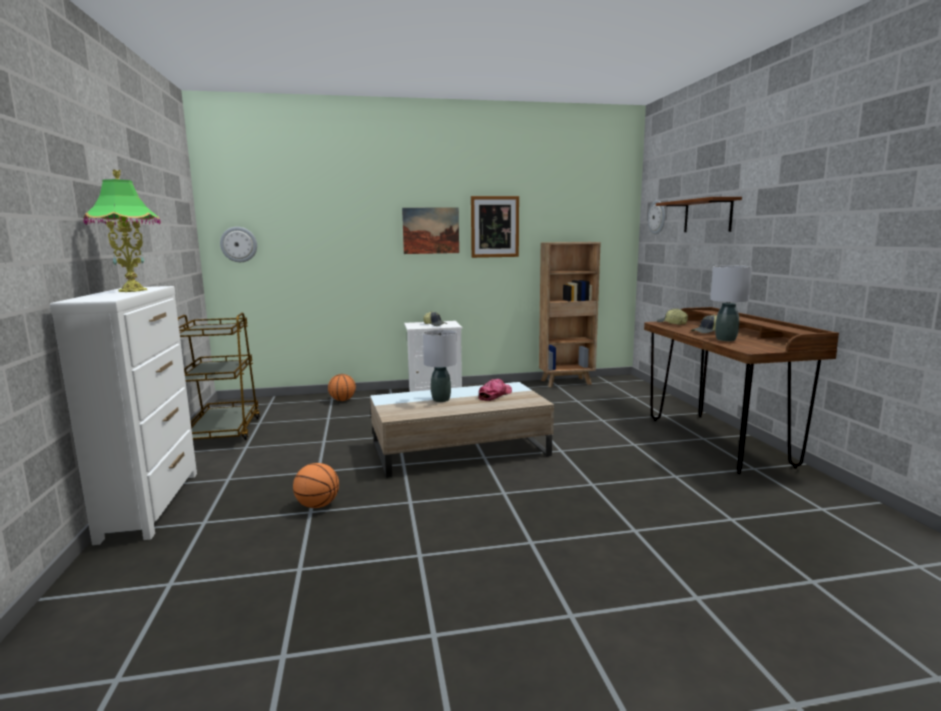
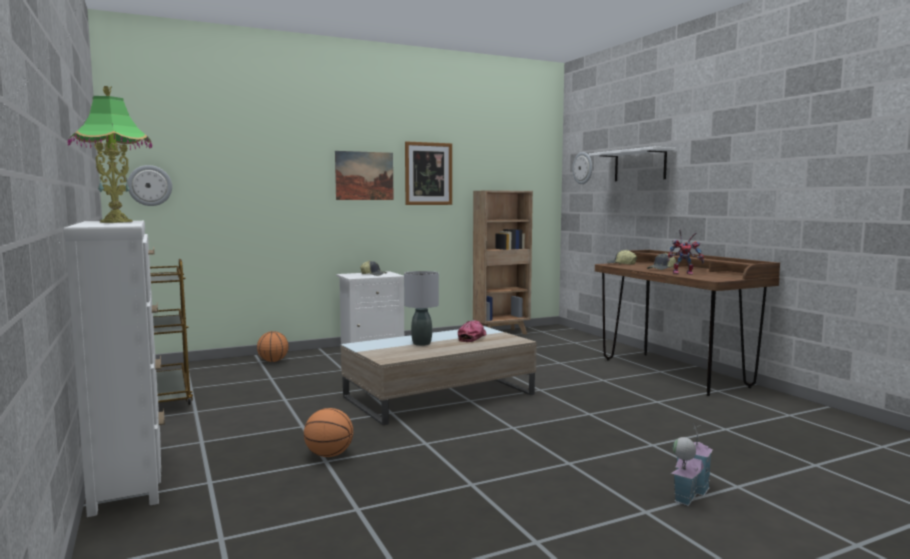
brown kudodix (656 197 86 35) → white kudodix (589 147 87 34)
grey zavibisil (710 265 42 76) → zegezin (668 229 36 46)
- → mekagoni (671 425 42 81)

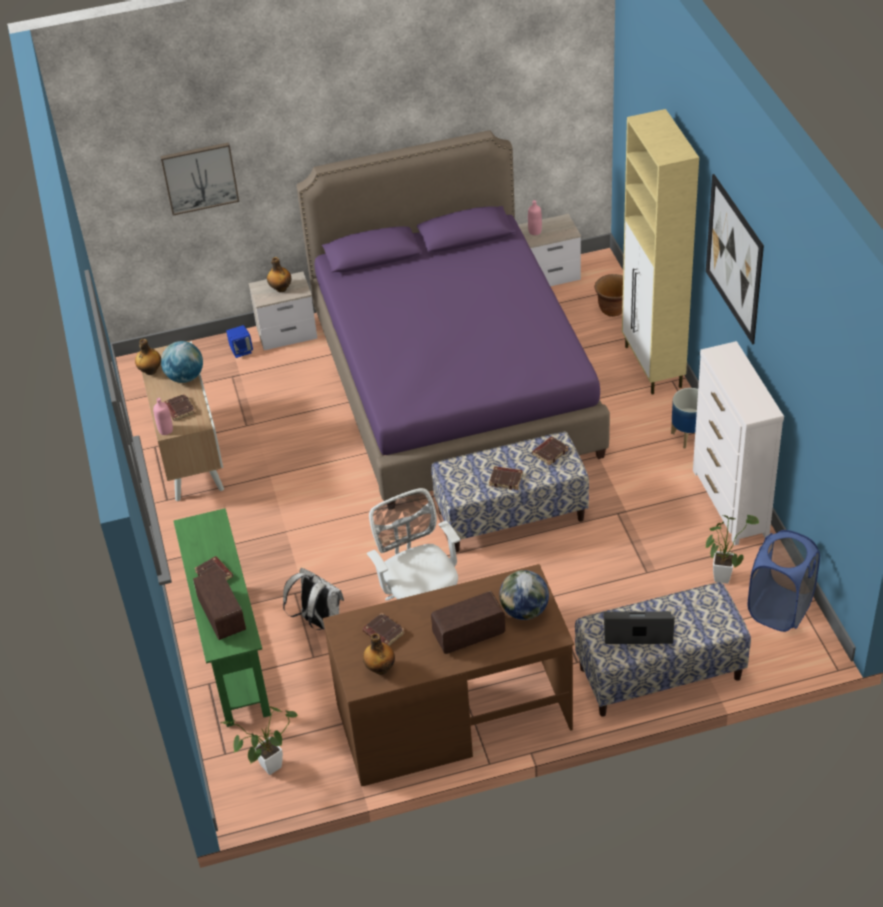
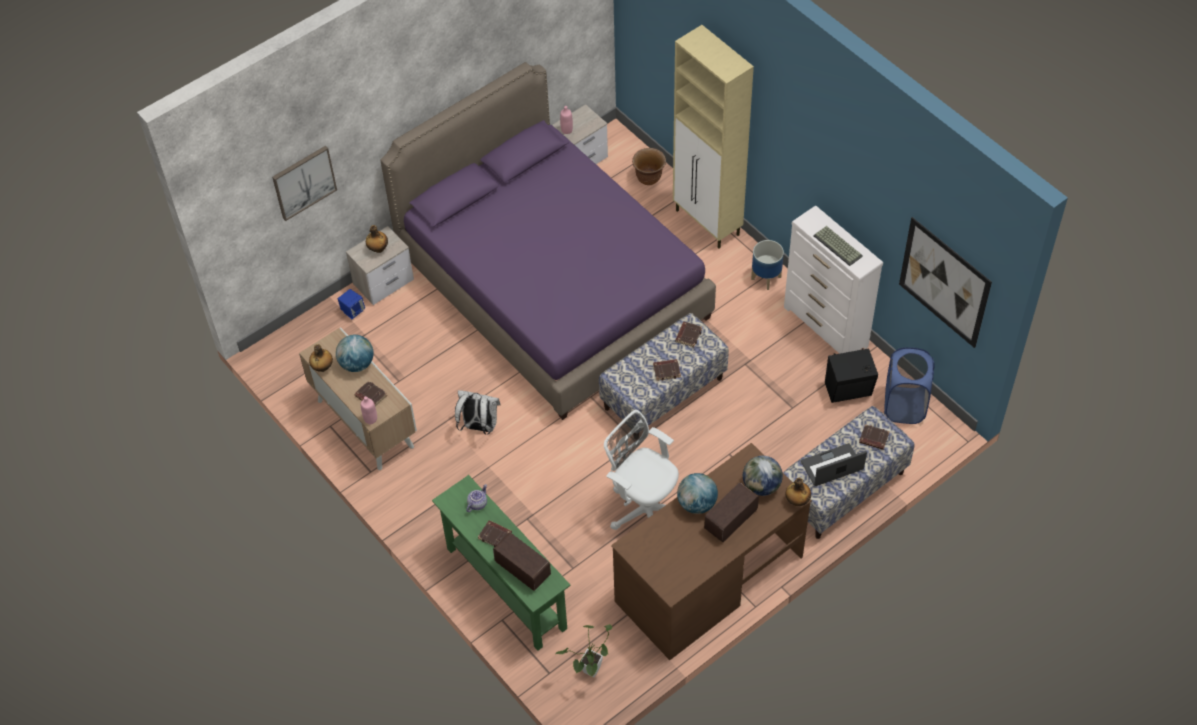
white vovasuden (283 568 61 62) → white vovasuden (455 390 45 45), relocated
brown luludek (362 613 43 33) → brown luludek (859 424 31 26), relocated
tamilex (363 633 32 42) → tamilex (786 478 25 28), relocated
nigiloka (705 515 54 69) → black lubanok (825 348 53 55)
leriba (706 174 58 171) → leriba (899 217 93 131), relocated
- → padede (466 484 21 28)
- → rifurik (677 473 41 41)
- → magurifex (813 226 50 40)

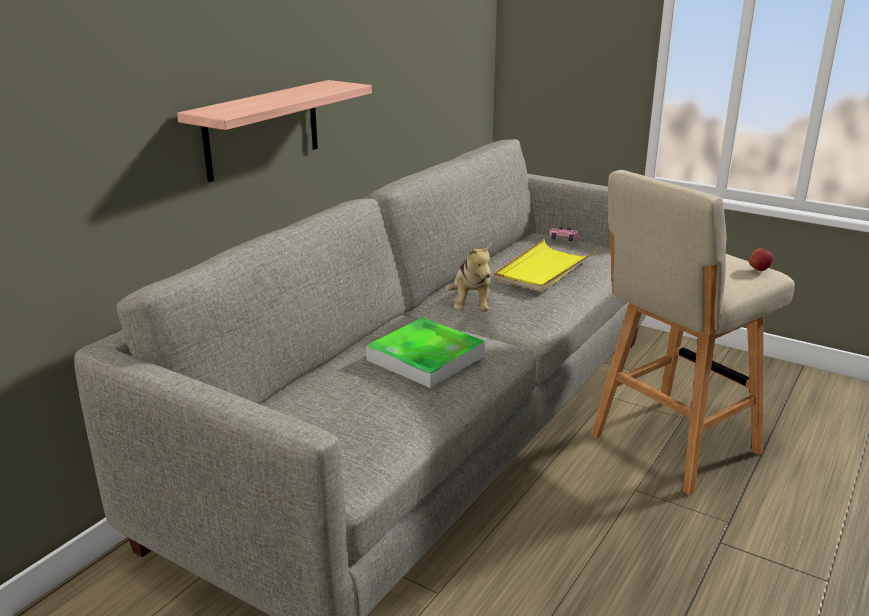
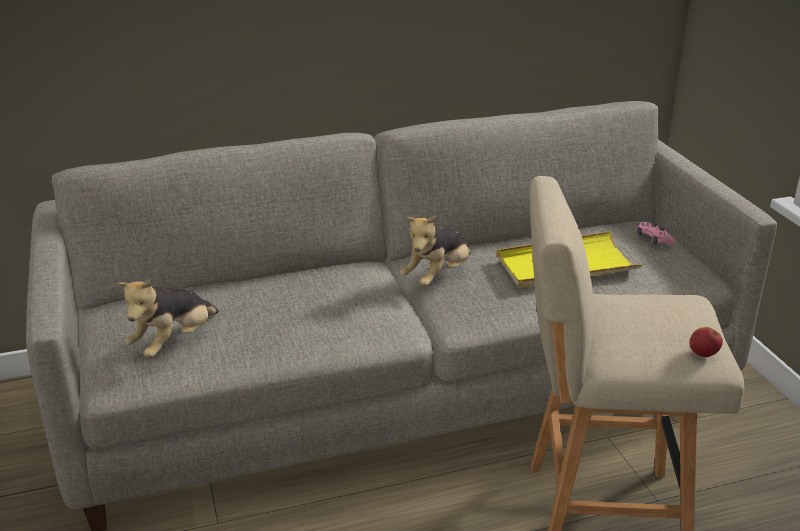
kudodix (177 80 195 102) → -
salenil (366 318 120 70) → -
- → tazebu (117 279 102 79)

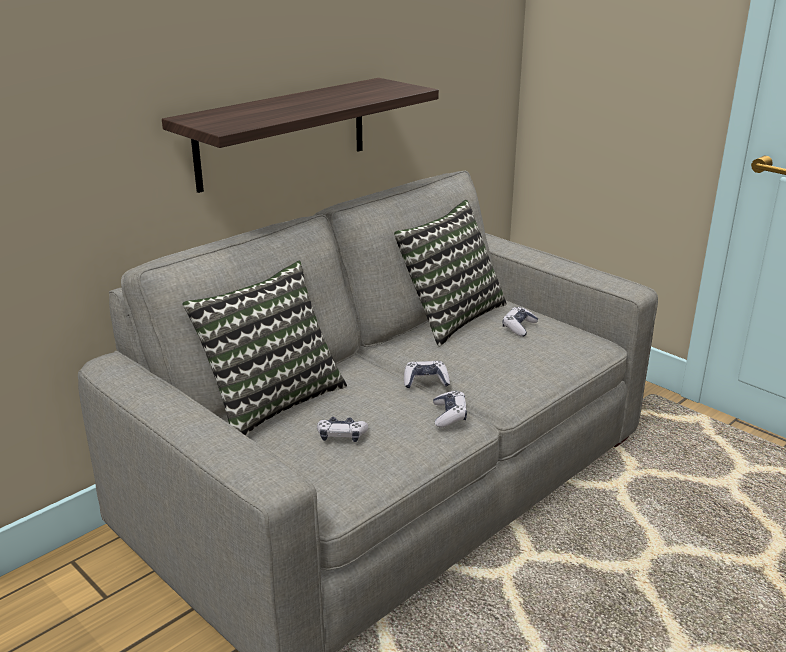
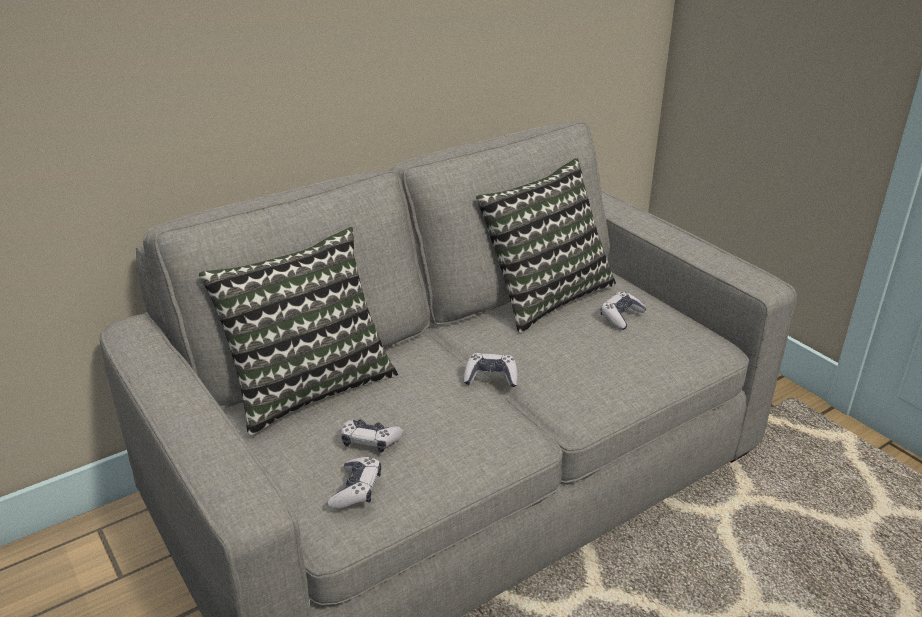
kudodix (162 78 277 115) → -
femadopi (433 390 34 37) → femadopi (328 457 53 52), relocated

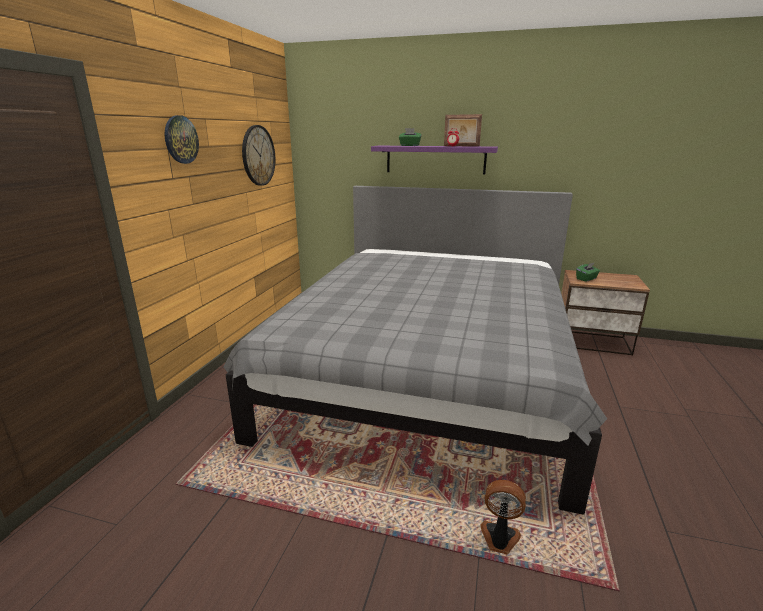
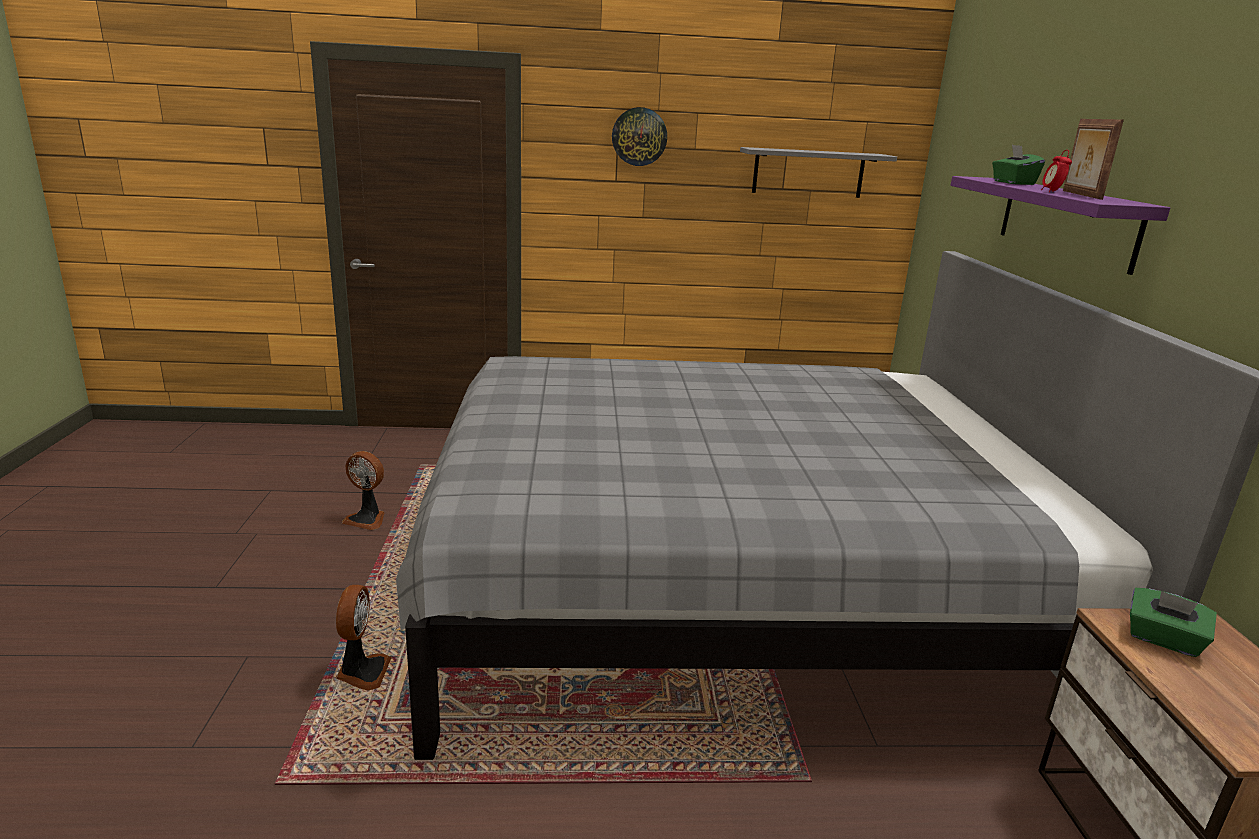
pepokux (242 125 33 61) → grey kudodix (740 147 157 51)
- → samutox (342 451 42 79)

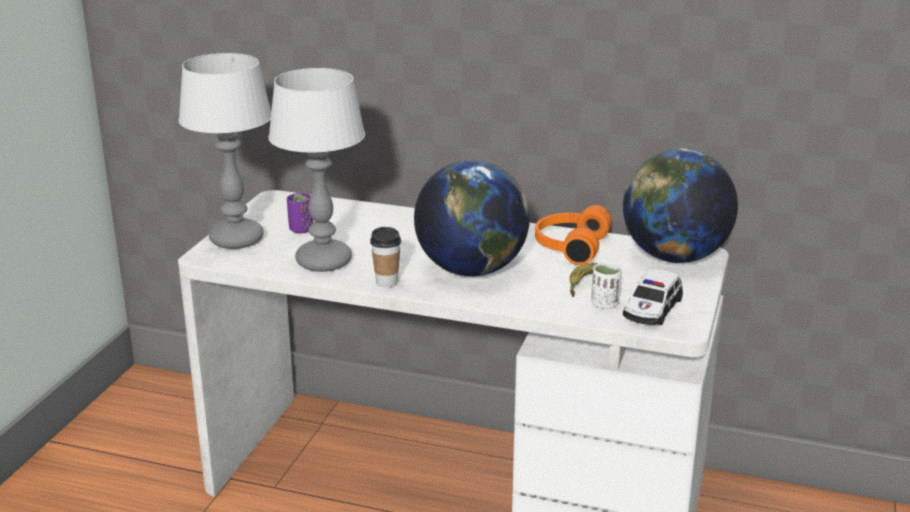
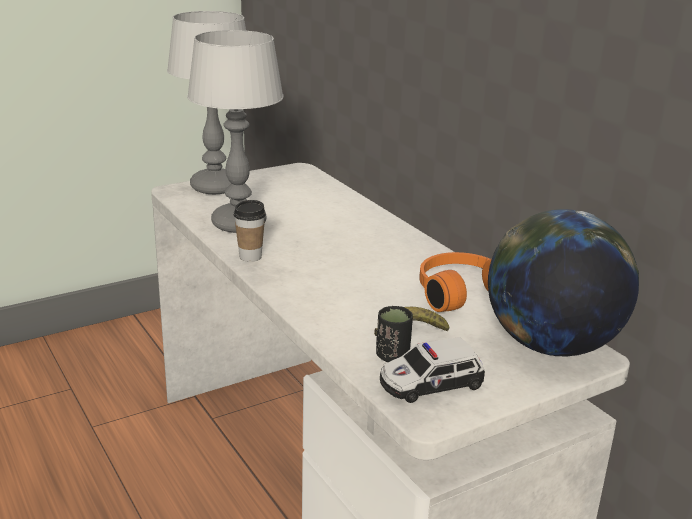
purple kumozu (287 193 26 41) → -
rifurik (414 160 116 116) → -
white kumozu (591 262 31 47) → black kumozu (376 306 37 56)

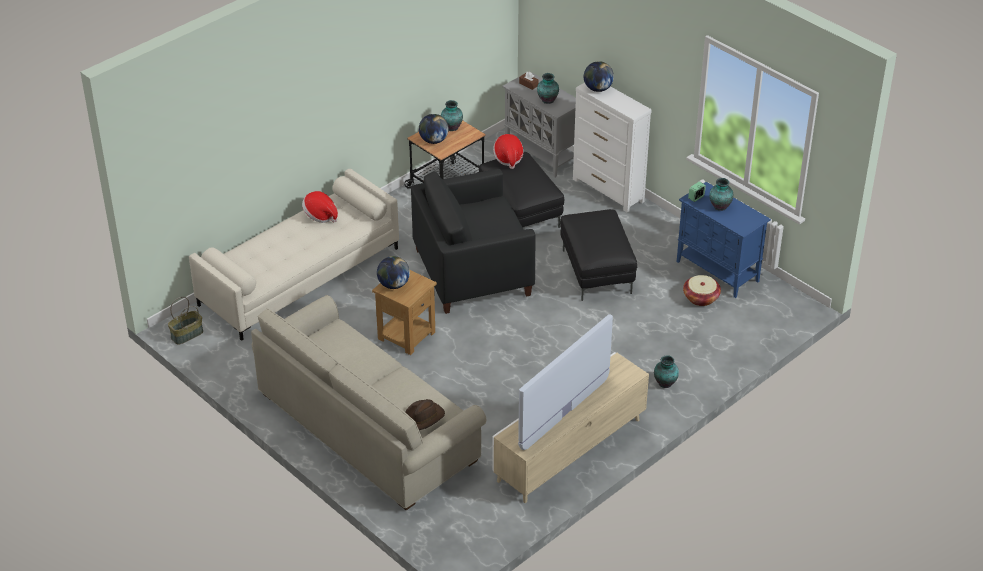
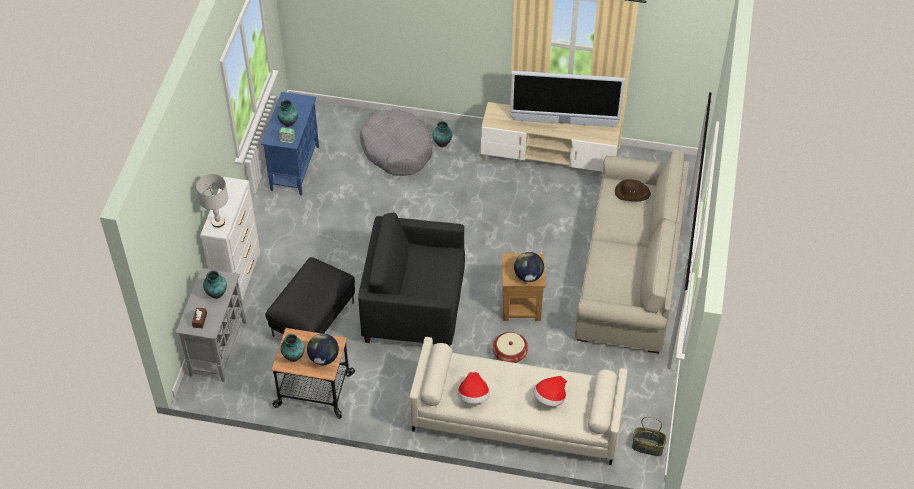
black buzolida (411 169 125 145) → black buzolida (358 213 107 133), 150 degrees clockwise
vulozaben (493 134 30 35) → vulozaben (533 376 34 30), relocated
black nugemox (560 209 77 92) → -
rifurik (584 61 30 31) → grey zavibisil (196 174 32 54)
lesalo (683 275 38 31) → lesalo (493 332 35 31), relocated
- → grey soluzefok (360 109 72 67)

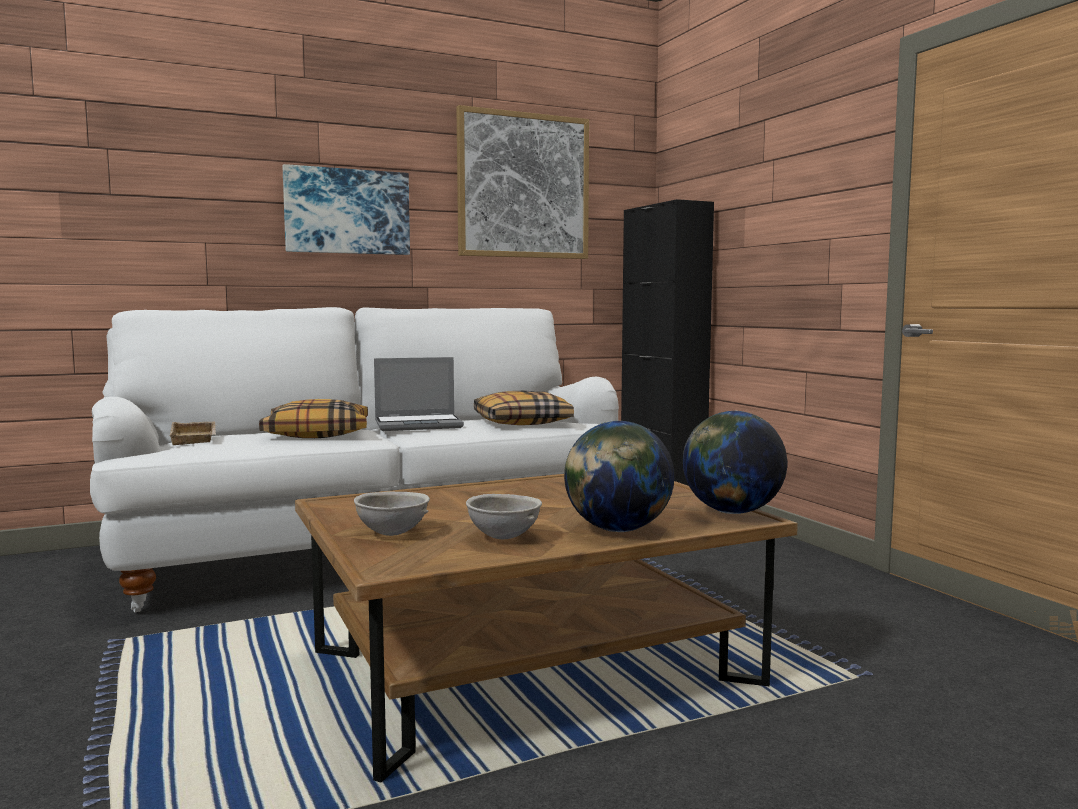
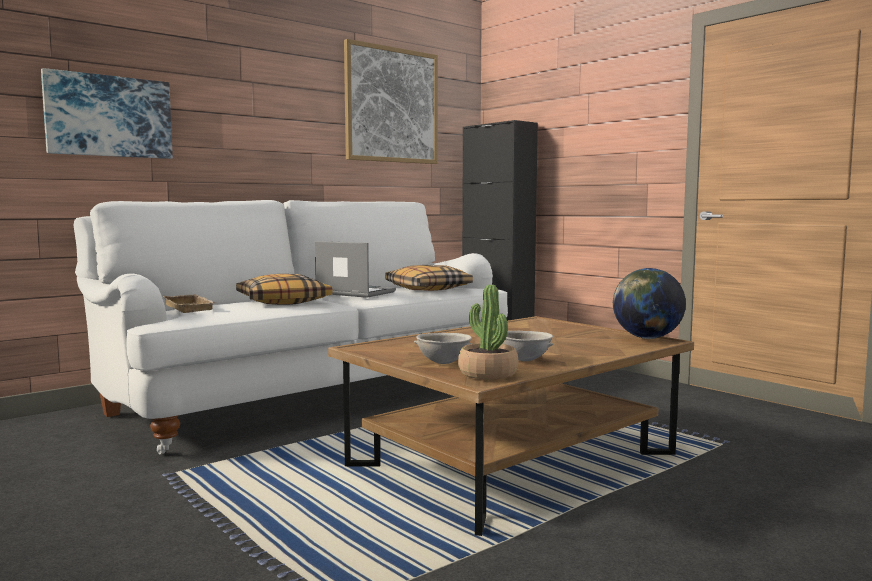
leriba (283 164 127 91) → leriba (41 68 132 91), relocated
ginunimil (374 357 90 74) → ginunimil (315 241 81 57), 120 degrees counterclockwise
rifurik (564 421 110 111) → -
- → nigiloka (458 285 60 94)

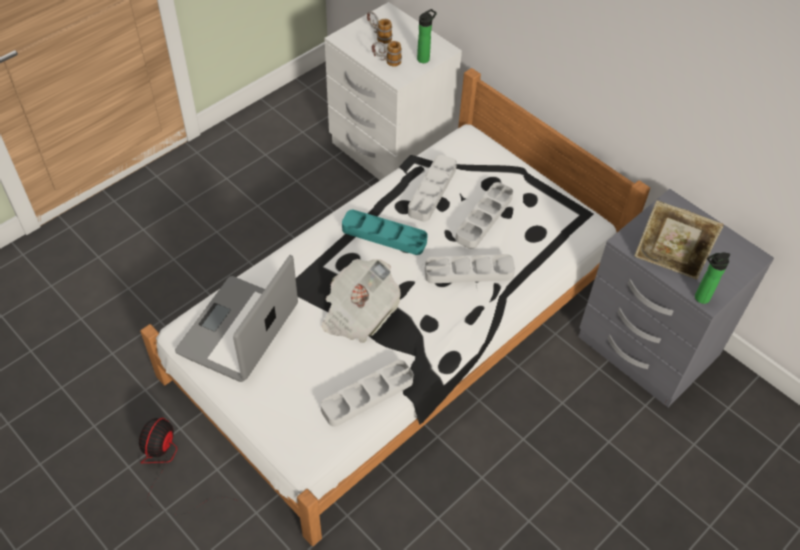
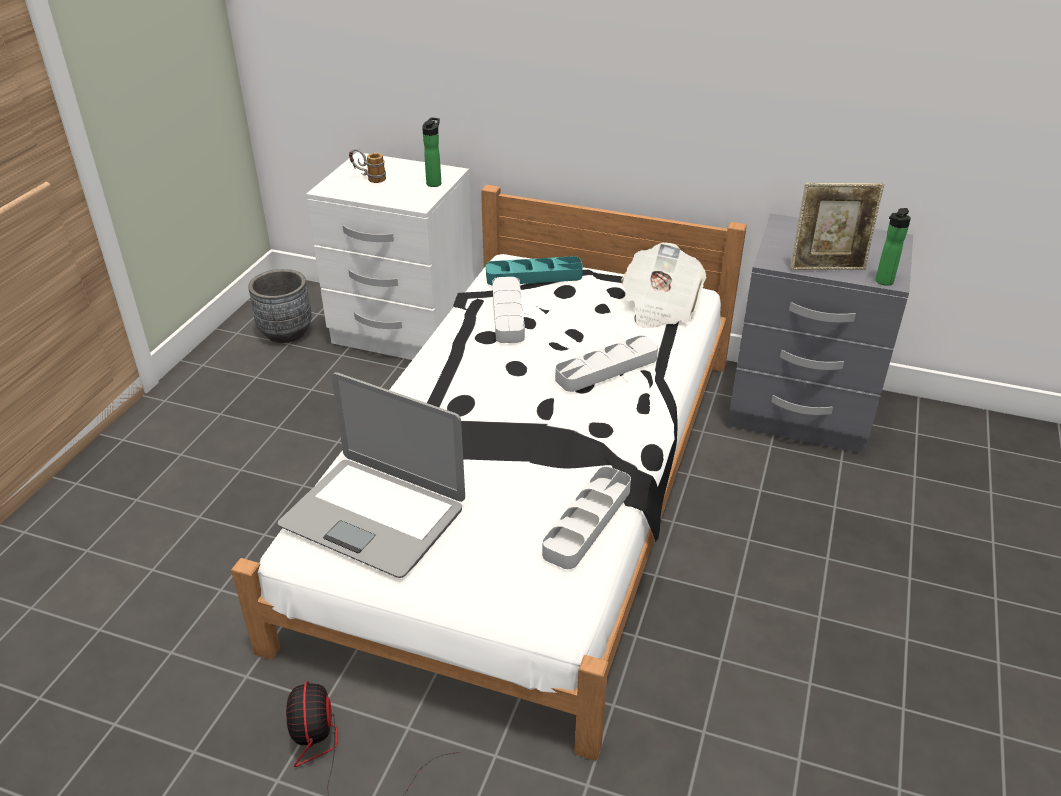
ginunimil (175 255 123 127) → ginunimil (278 372 187 206), 60 degrees counterclockwise
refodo (322 259 78 84) → refodo (621 242 85 86), relocated
turquoise salenil (342 210 86 45) → turquoise salenil (486 256 97 29), relocated
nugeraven (372 41 30 26) → -
grey salenil (455 182 58 67) → -
- → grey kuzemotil (248 269 64 74)

